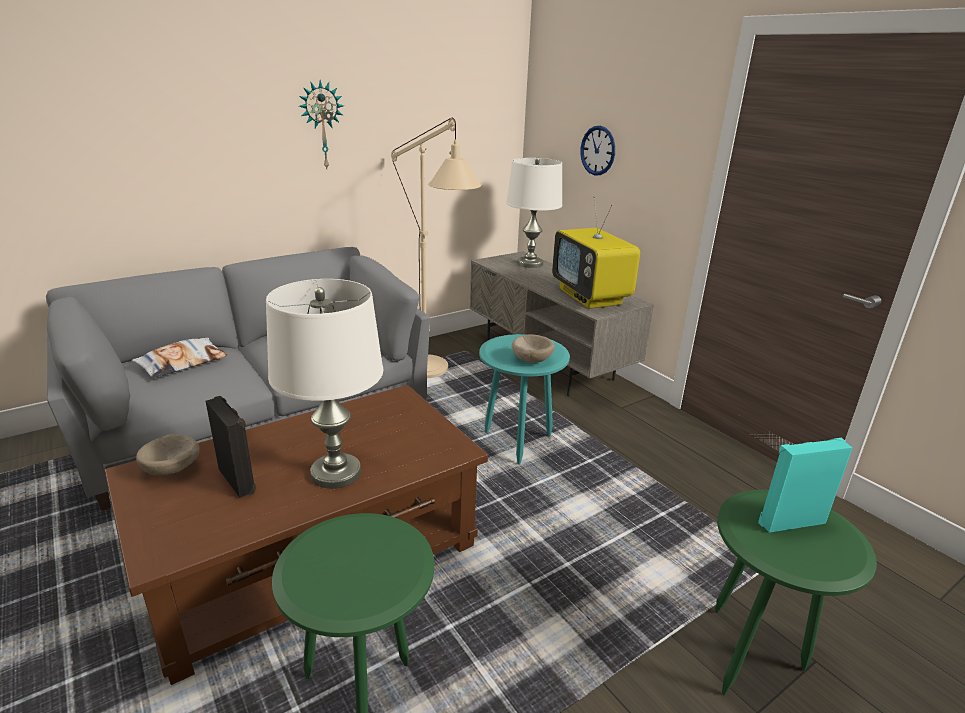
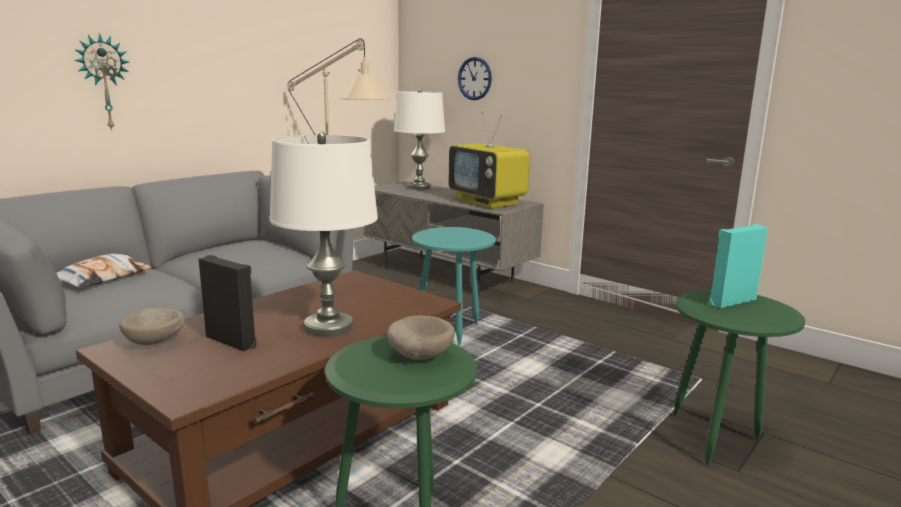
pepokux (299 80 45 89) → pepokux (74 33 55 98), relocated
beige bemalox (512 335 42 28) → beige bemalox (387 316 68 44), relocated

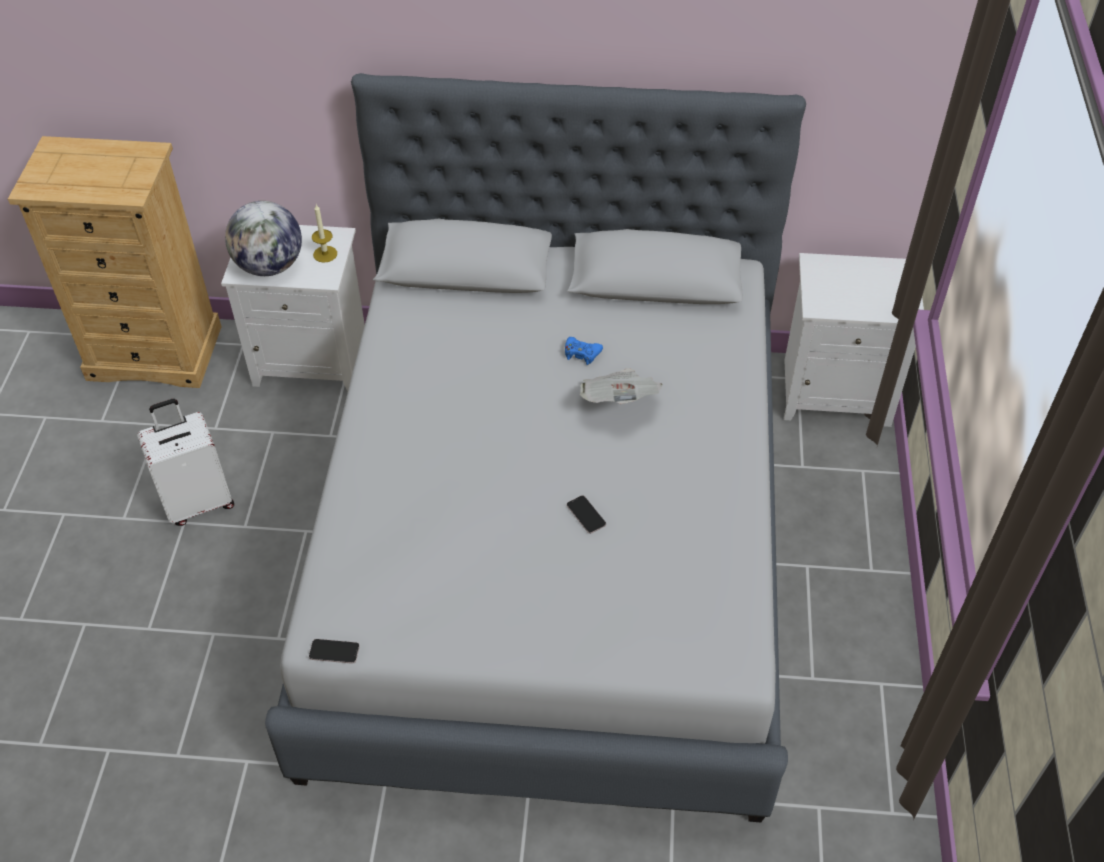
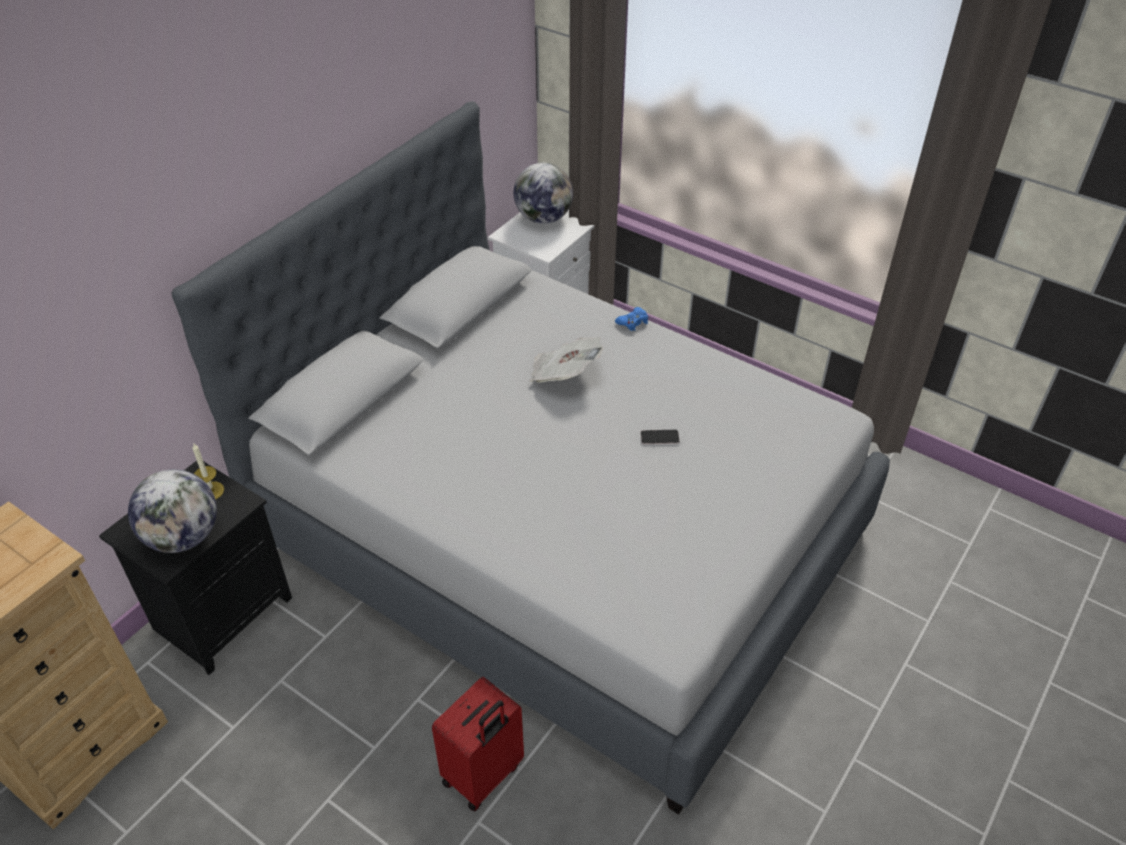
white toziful (137 399 97 127) → -
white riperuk (221 225 144 167) → black riperuk (99 461 193 214)
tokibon (309 639 51 25) → -
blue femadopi (565 337 38 28) → blue femadopi (615 307 33 24), relocated
- → red toziful (432 677 92 134)
- → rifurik (514 162 59 62)

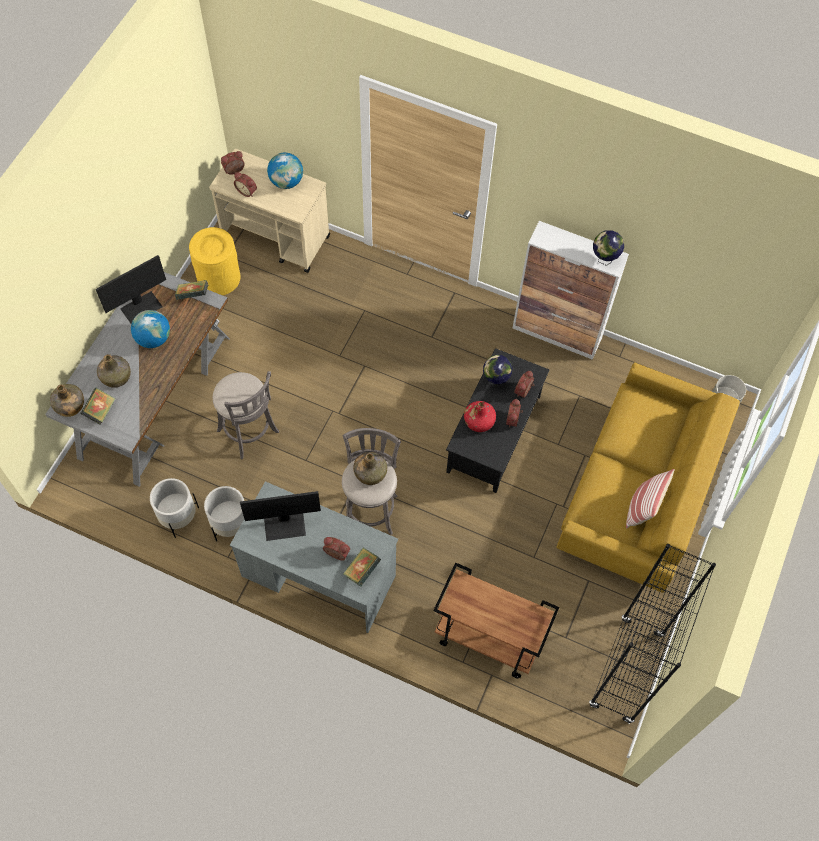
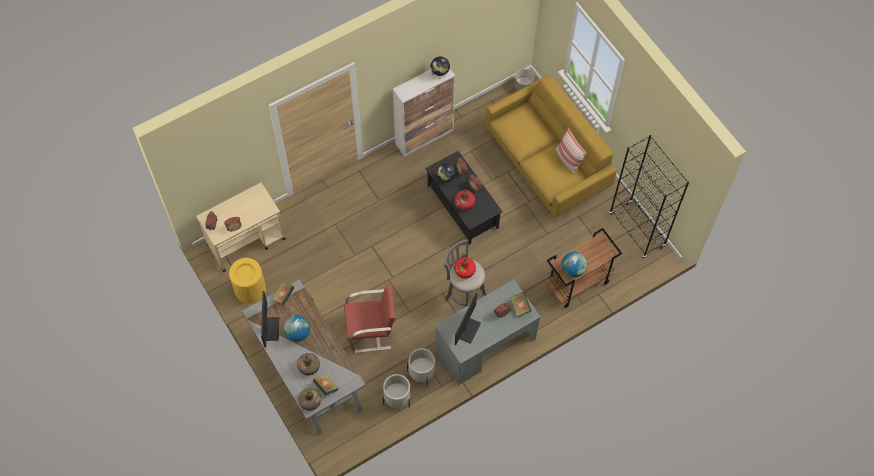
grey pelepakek (213 371 66 88) → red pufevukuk (344 285 51 68)
rifurik (267 153 36 36) → rifurik (562 251 25 26), relocated
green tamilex (353 452 34 33) → red tamilex (454 257 22 22)

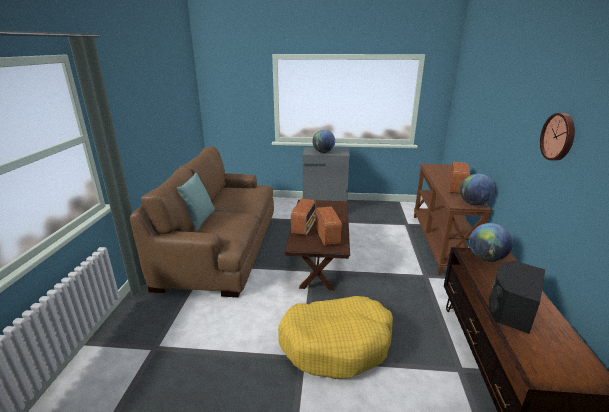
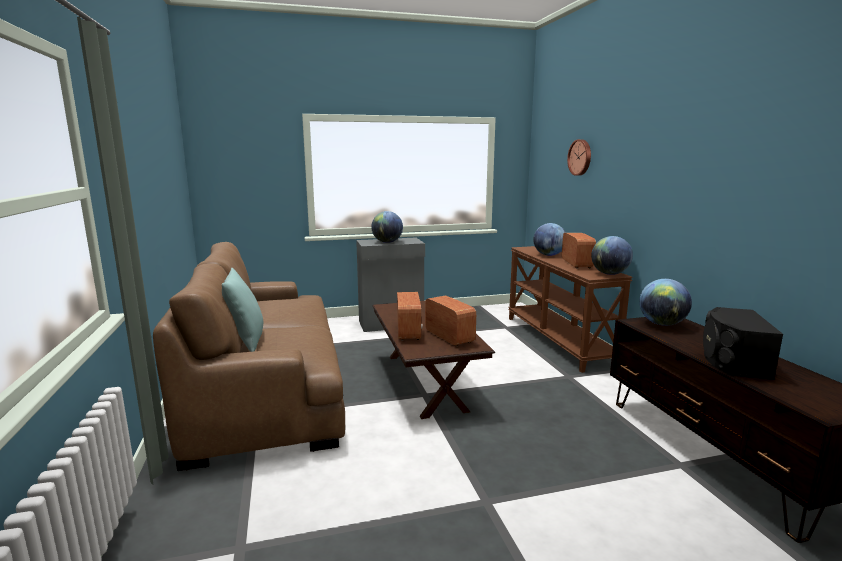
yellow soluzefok (278 296 115 83) → -
pepokux (540 113 35 48) → pepokux (567 139 24 37), relocated
- → rifurik (533 223 33 33)

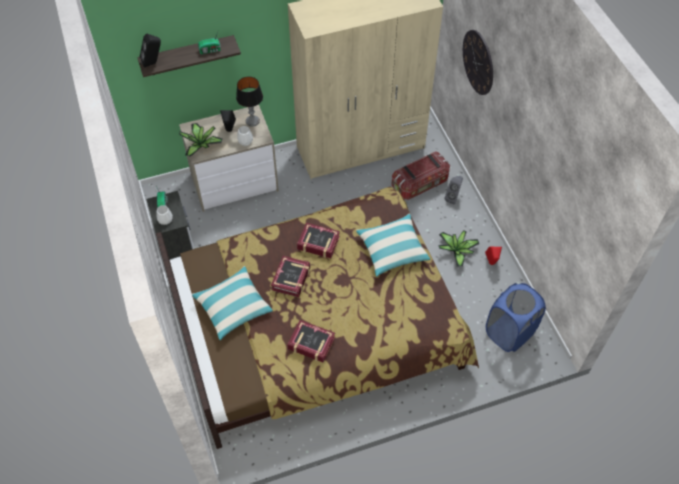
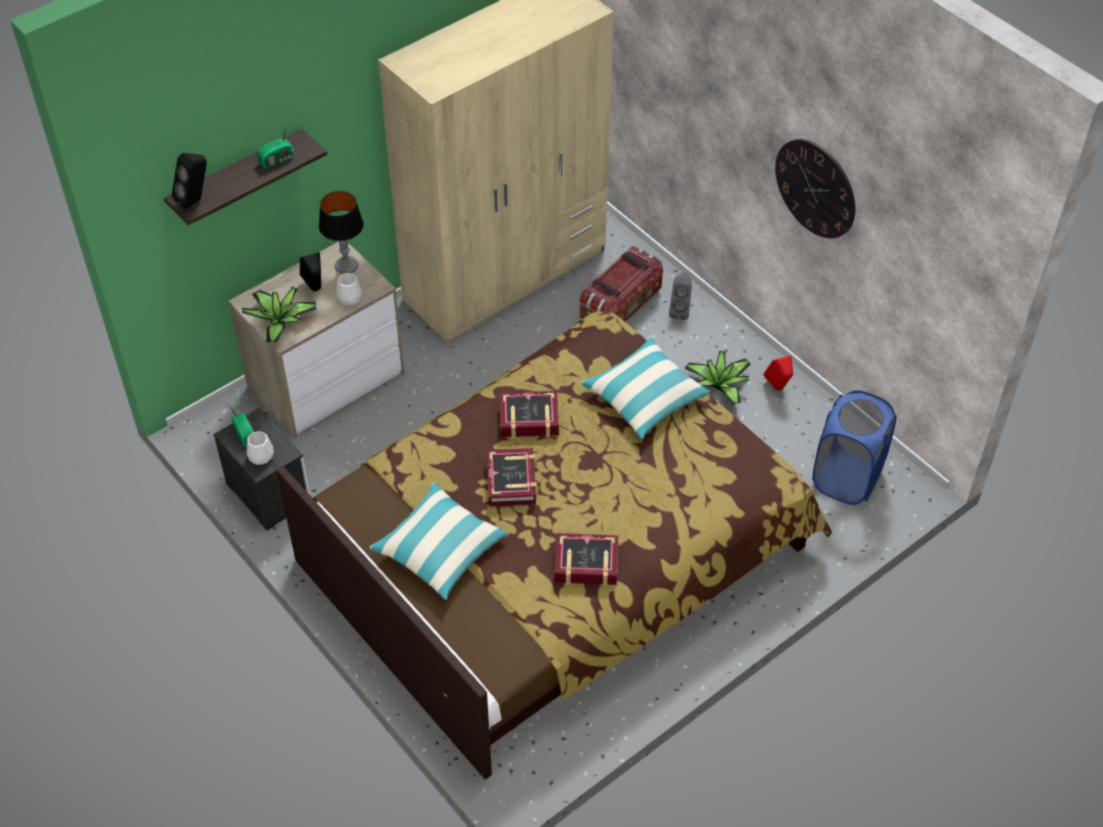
pepokux (463 30 30 65) → pepokux (775 139 80 99), relocated

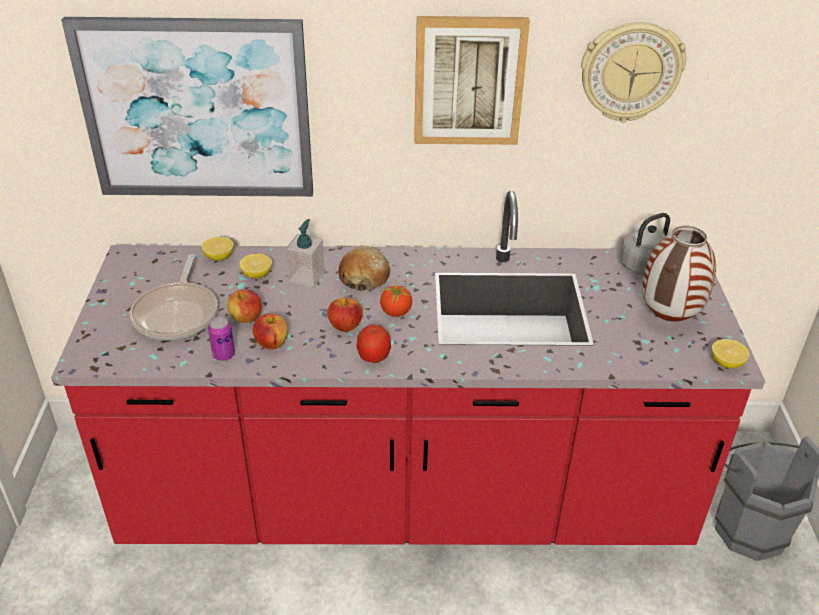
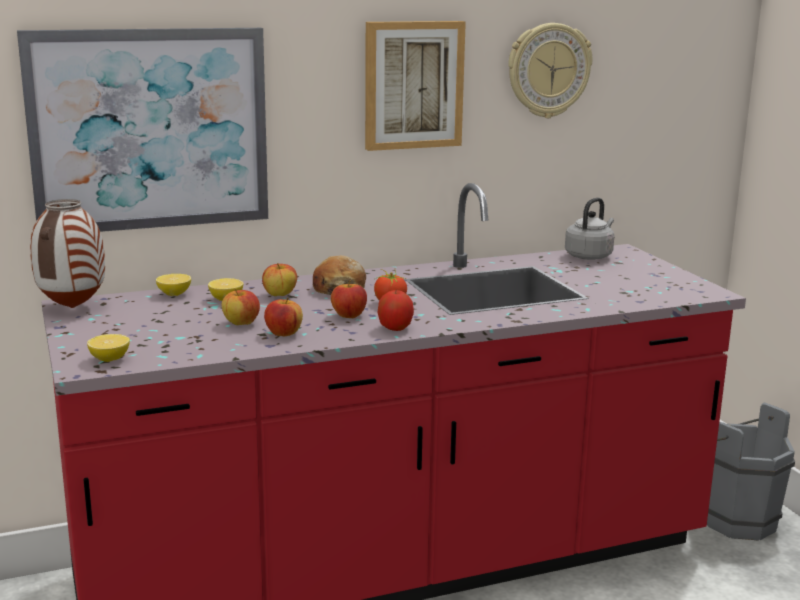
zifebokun (130 254 88 86) → -
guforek (208 317 27 44) → -
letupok (286 219 39 69) → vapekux (262 263 35 33)
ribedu (642 225 74 97) → ribedu (30 199 75 109), relocated
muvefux (711 339 38 30) → muvefux (87 334 43 28), relocated

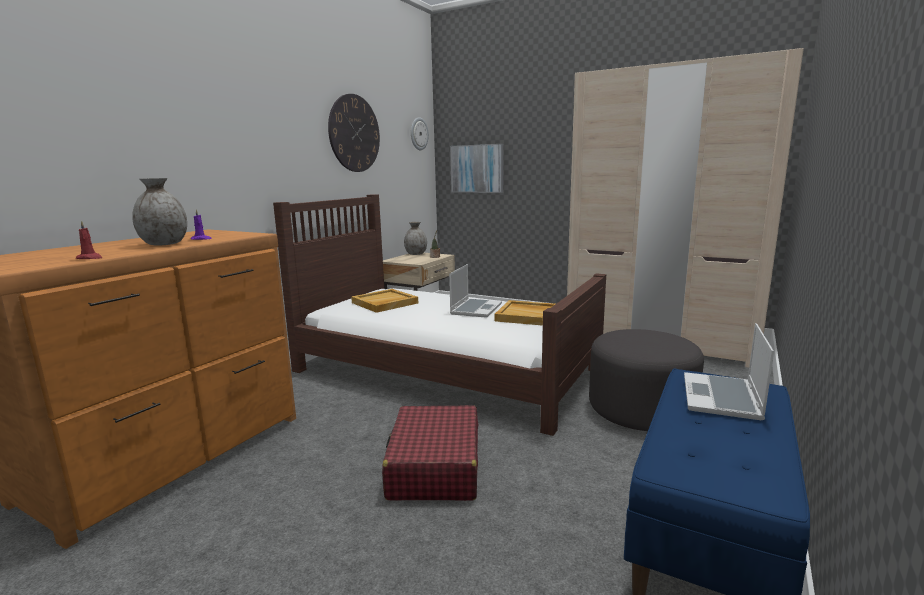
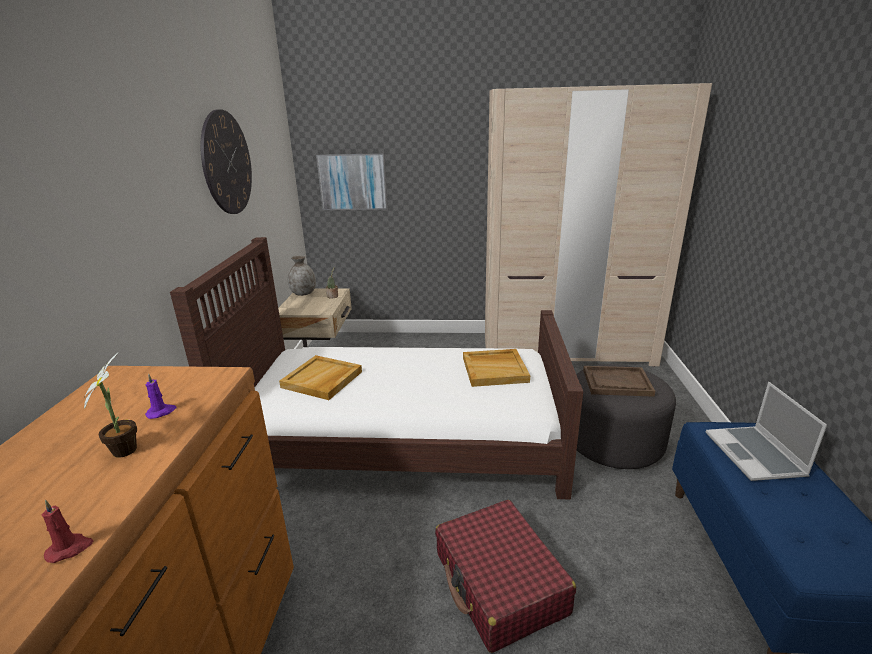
grey ribedu (132 178 55 67) → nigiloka (84 352 53 106)
pepokux (411 117 18 33) → -
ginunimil (449 264 53 54) → -
- → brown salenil (583 366 72 31)

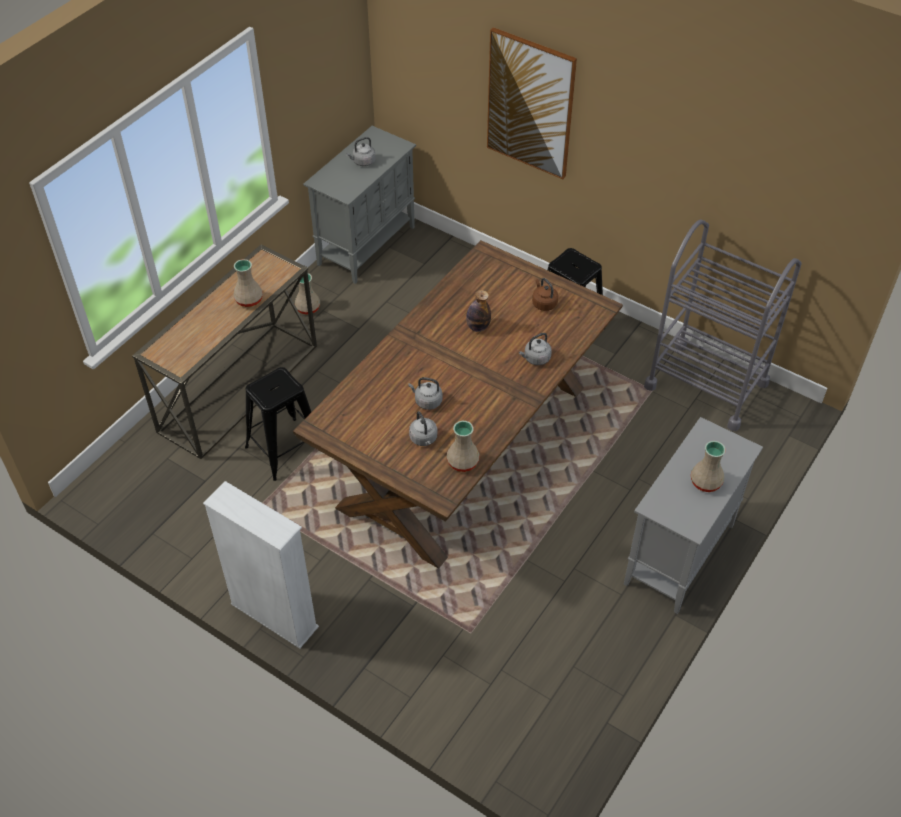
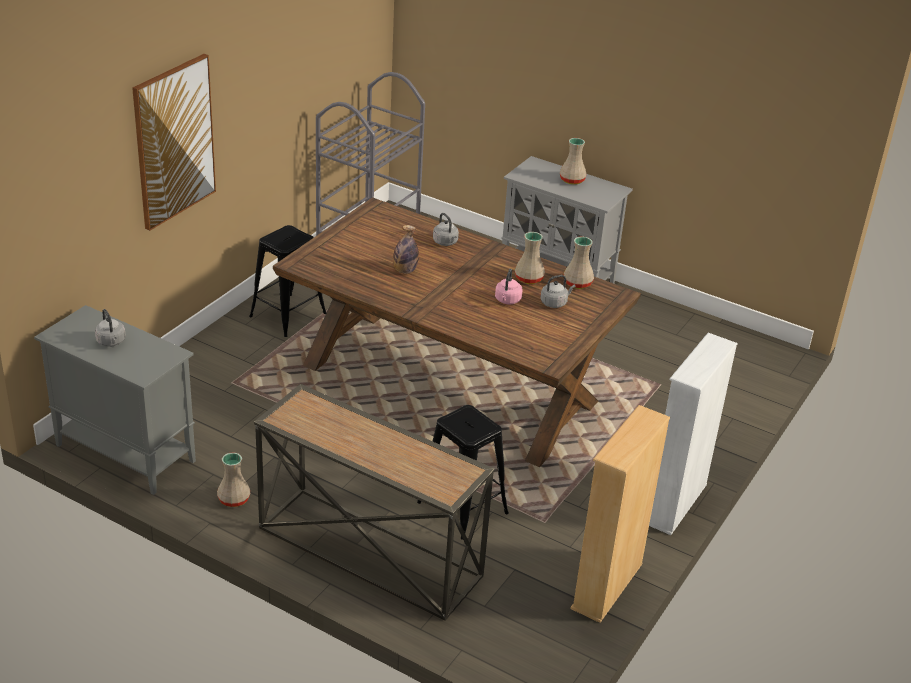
beige ribedu (233 259 30 48) → beige ribedu (515 232 30 52), relocated
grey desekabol (408 377 35 33) → pink desekabol (495 269 28 36)
brown desekabol (532 278 26 33) → -
- → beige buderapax (570 405 100 218)

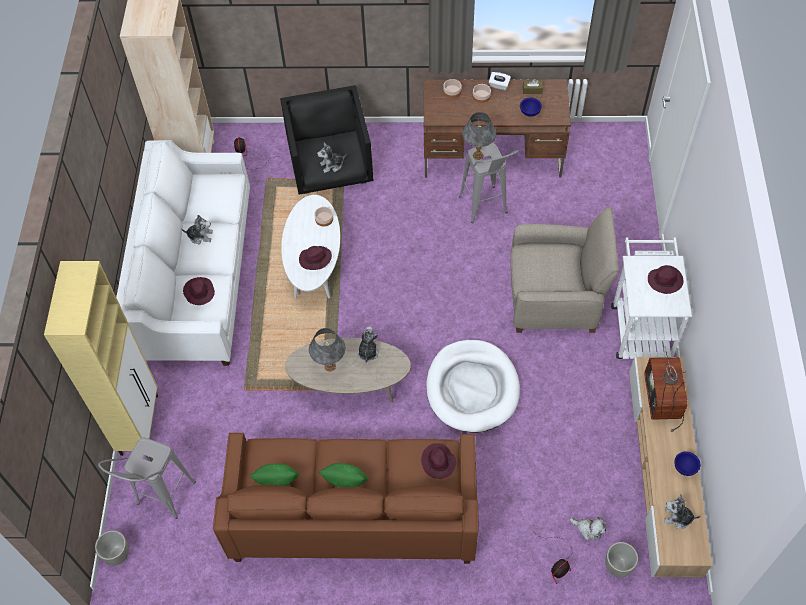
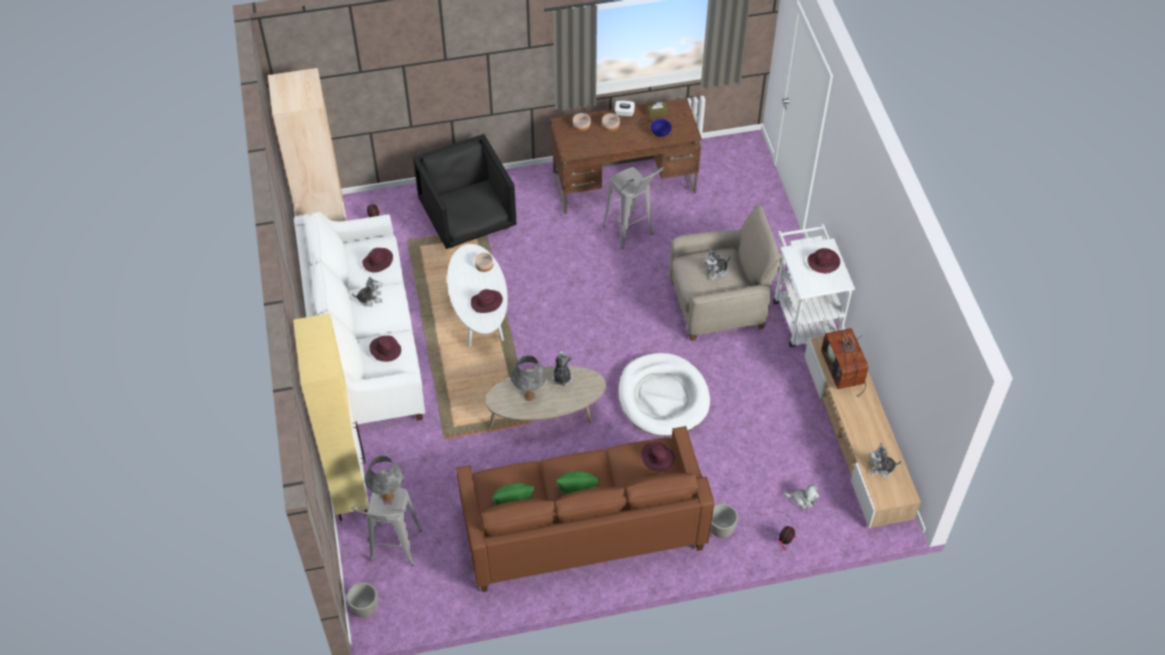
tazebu (317 142 29 31) → tazebu (703 249 27 31), relocated
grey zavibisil (462 112 34 48) → grey zavibisil (365 456 39 47), relocated
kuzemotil (605 542 33 36) → kuzemotil (710 504 28 34), relocated
blue bemalox (674 451 26 25) → -
- → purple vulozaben (362 248 31 25)

